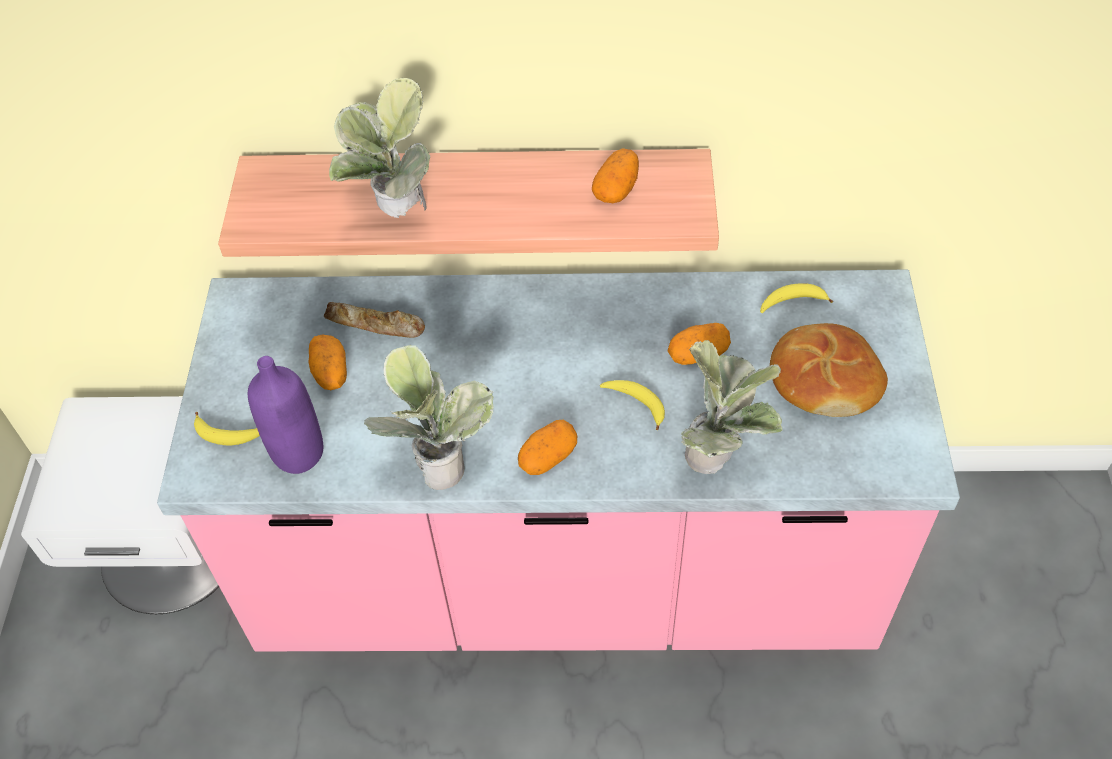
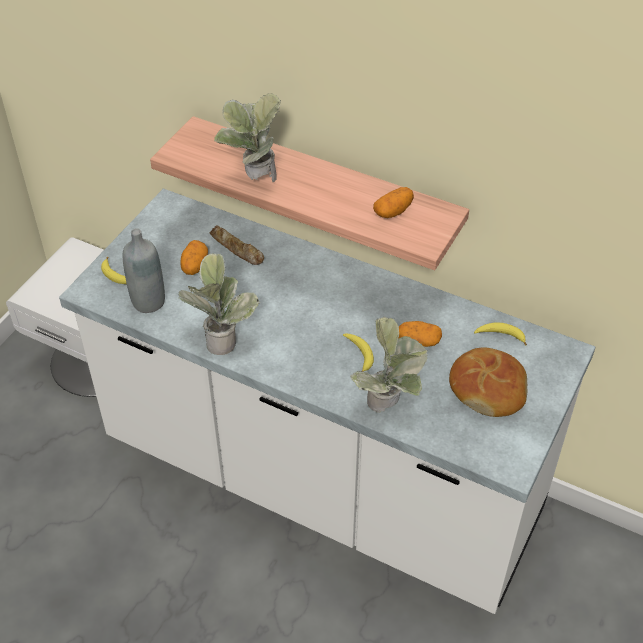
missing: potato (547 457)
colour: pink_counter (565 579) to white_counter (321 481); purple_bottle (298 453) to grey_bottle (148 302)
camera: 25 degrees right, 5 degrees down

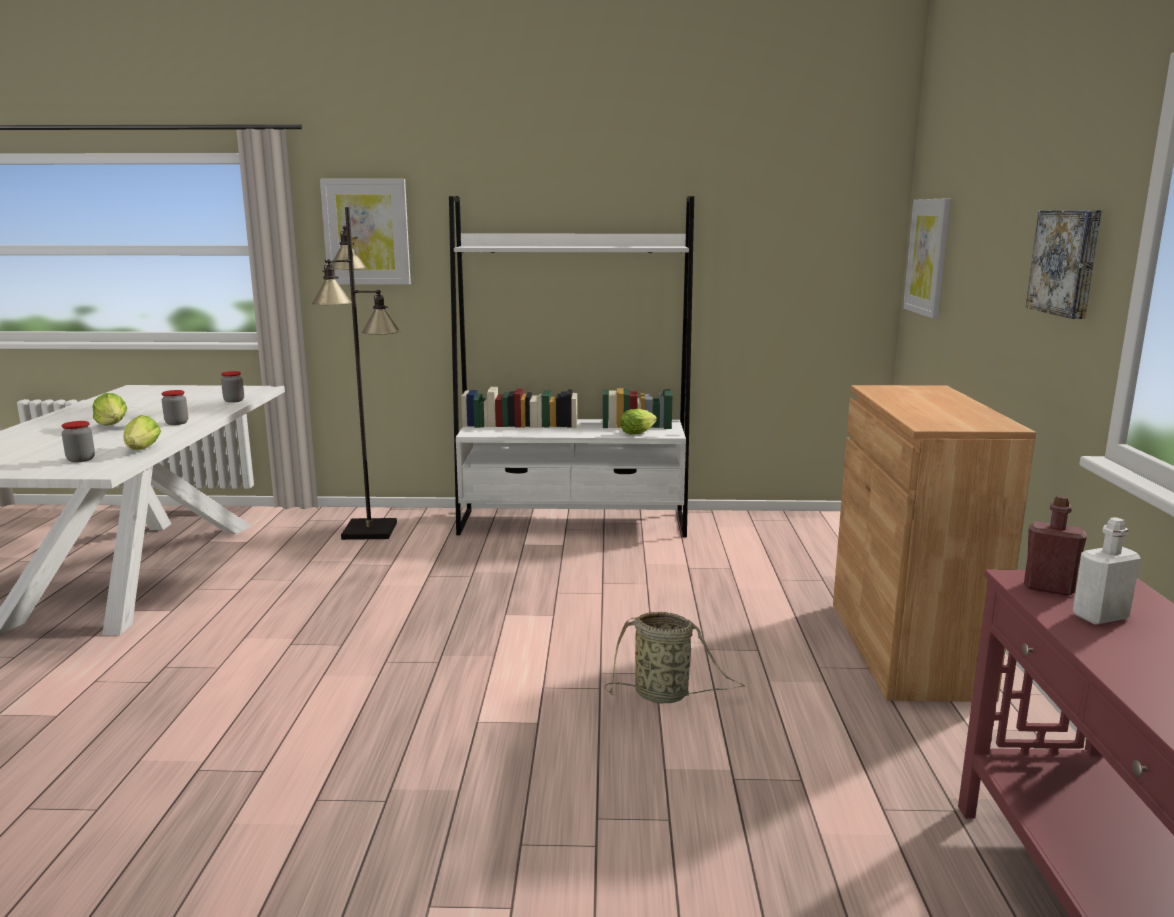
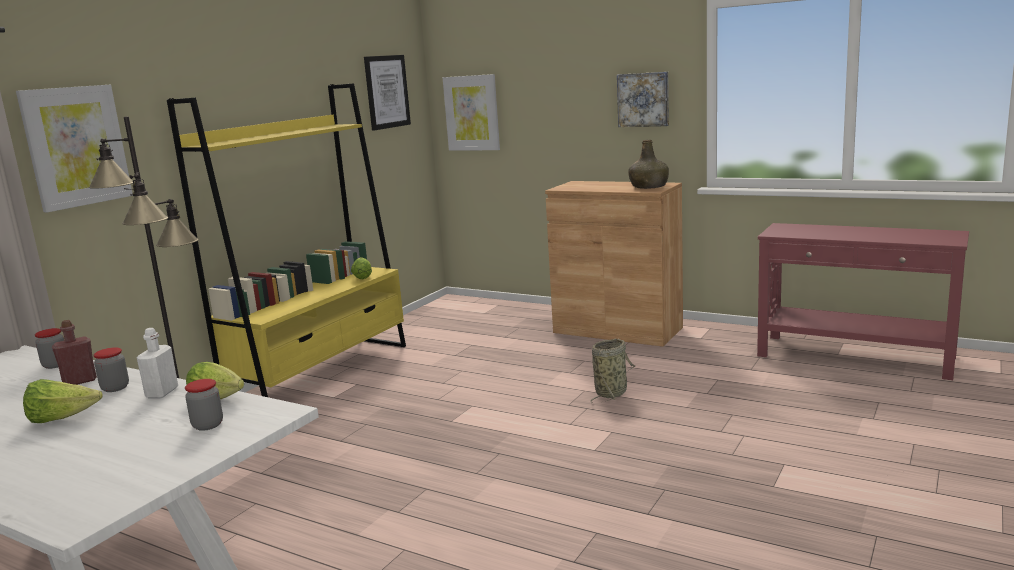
appeared: picture (387 92); green_bottle (649 187)
relocated: red_bottle (1048 588) to (79 381); white_bottle (1100 616) to (162 392)
colour: white_bookcase (573 523) to yellow_bookcase (322 374)
camera: 60 degrees left, 0 degrees up

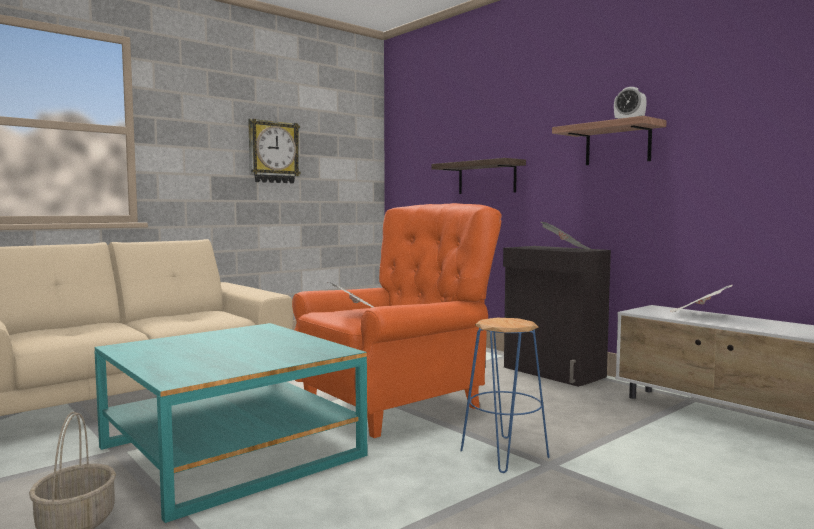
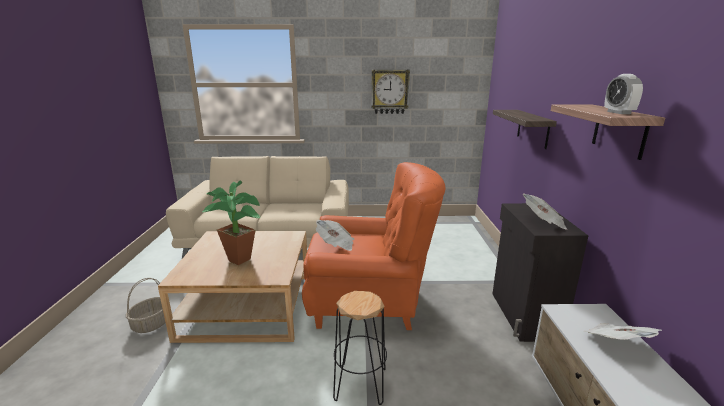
appeared: potted_plant (239 258)
colour: turquoise_coffee_table (231 451) to beige_coffee_table (248 305); blue_stool (505 454) to black_stool (360 384)
camera: 40 degrees right, 15 degrees up

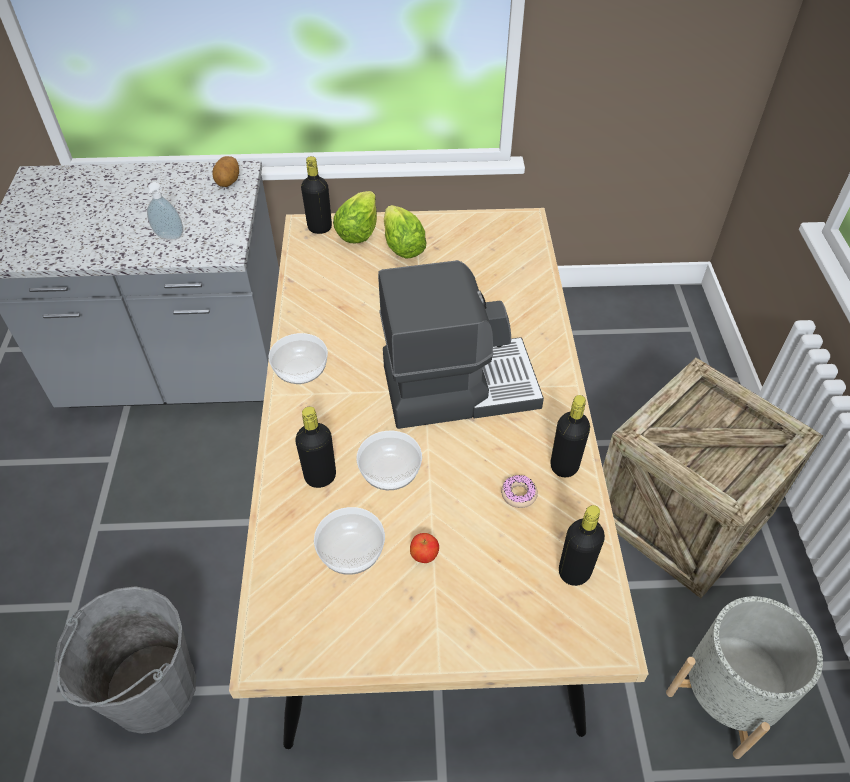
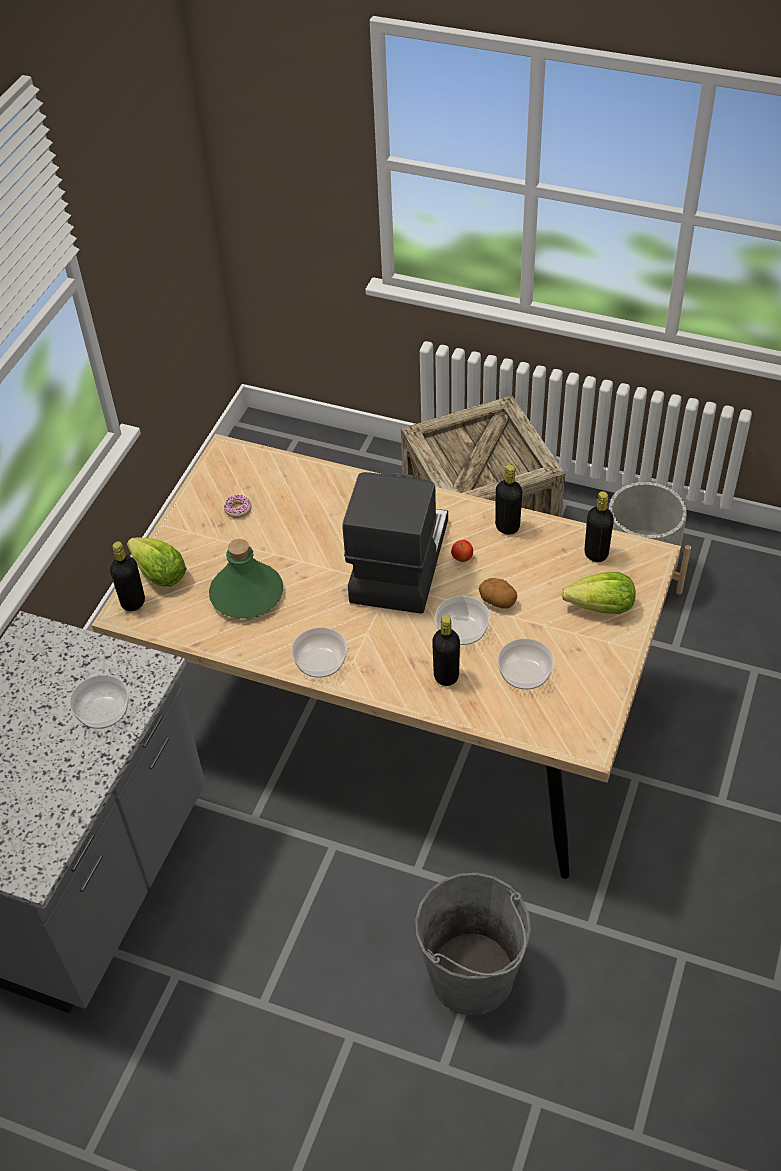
appeared: green_bottle (246 595)
relocated: potato (228 182) to (498 601); lettuce (402 247) to (601 608); apple (424 555) to (462 558); donut (518 494) to (238 509)
exchanged: soap_dispenser (169 237) to bowl (103 711)
camera: 65 degrees left, 0 degrees up

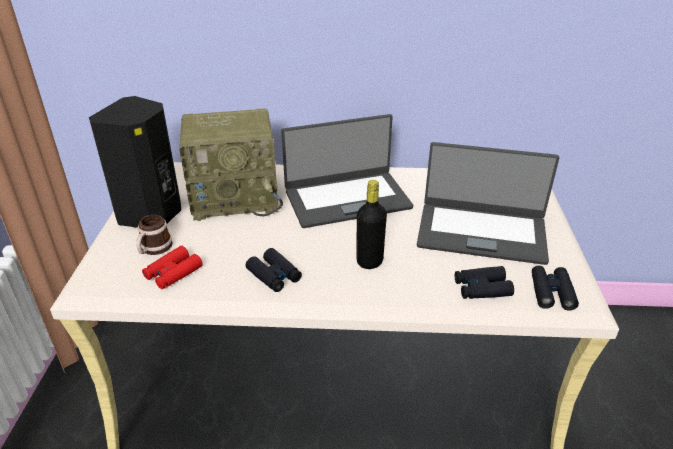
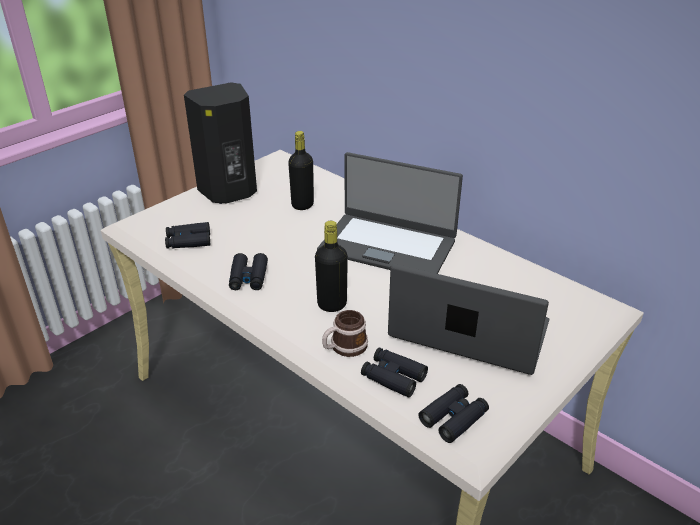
relocated: mug (153 249) to (344 347)
exchanged: radio (236 197) to black_bottle (302 205)
colour: red_binoculars (173 273) to black_binoculars (188 241)
spun: laptop (481 232) = (468 332) 150 degrees clockwise
camera: 40 degrees right, 0 degrees up

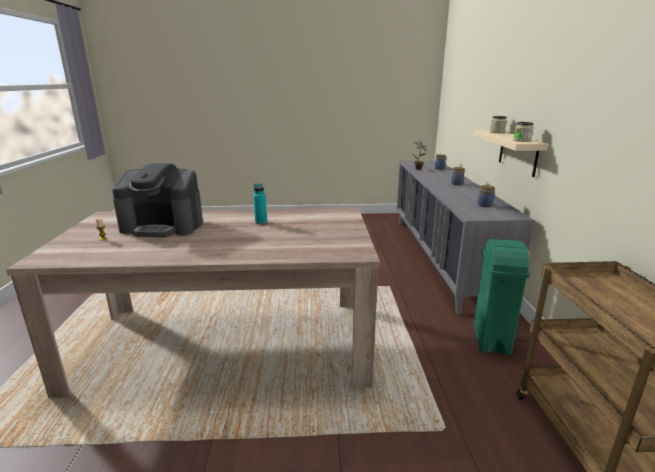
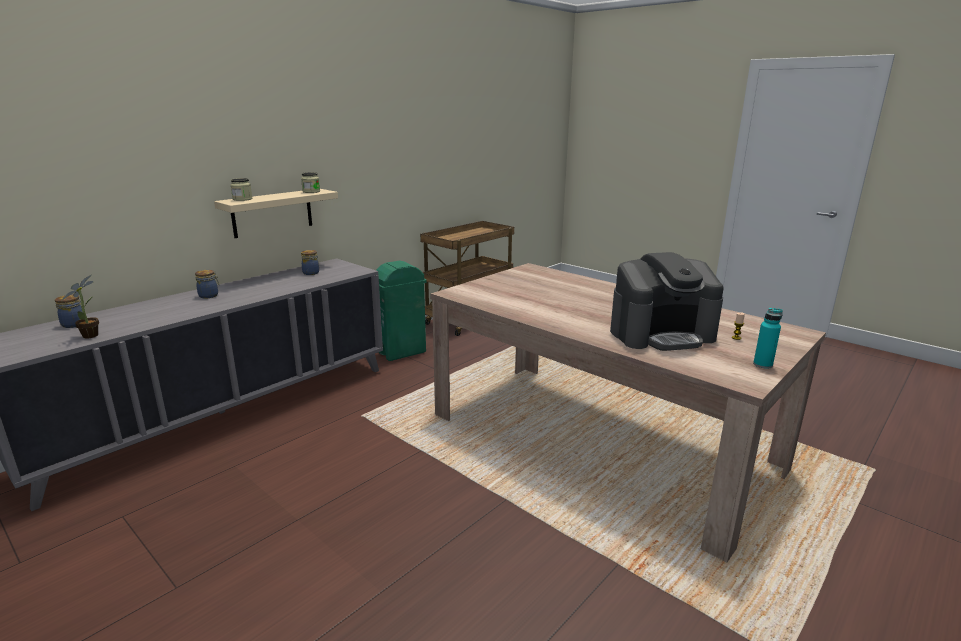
relocated: turquoise_bottle (261 222) to (762 364)
spun: coffee_machine (163 226) = (661 334) 120 degrees clockwise
camera: 135 degrees left, 0 degrees up

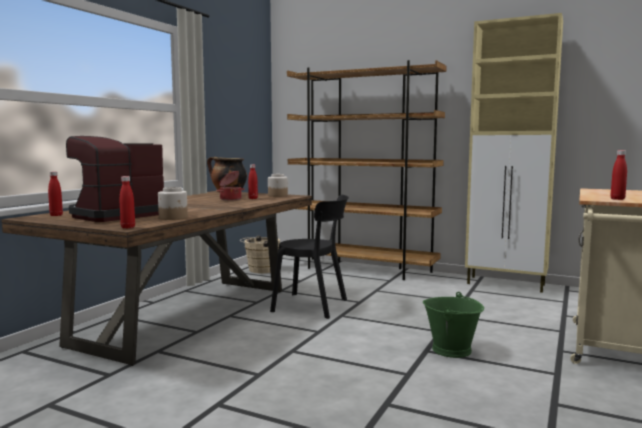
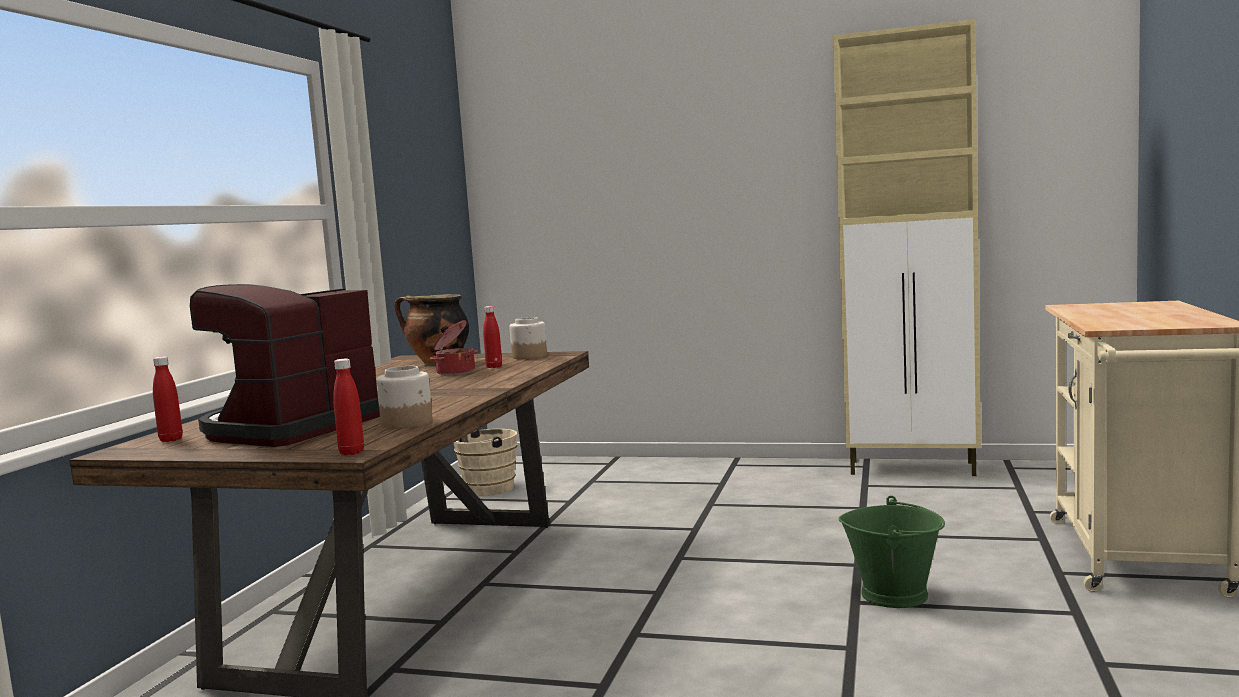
missing: black_chair (313 306); brown_bookcase (362 269); red_bottle (617 199)
camera: 10 degrees left, 0 degrees up

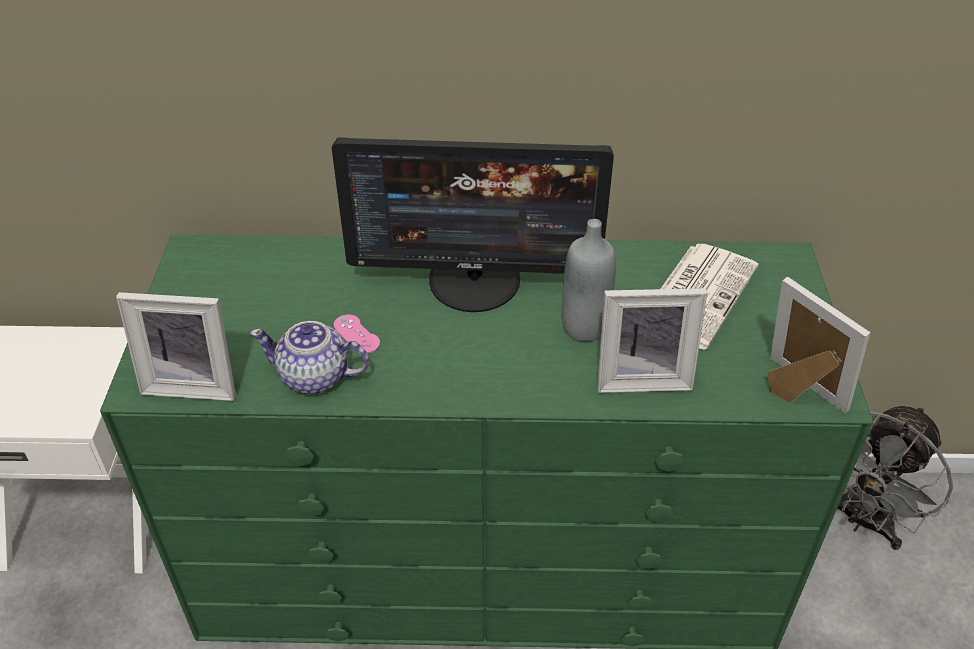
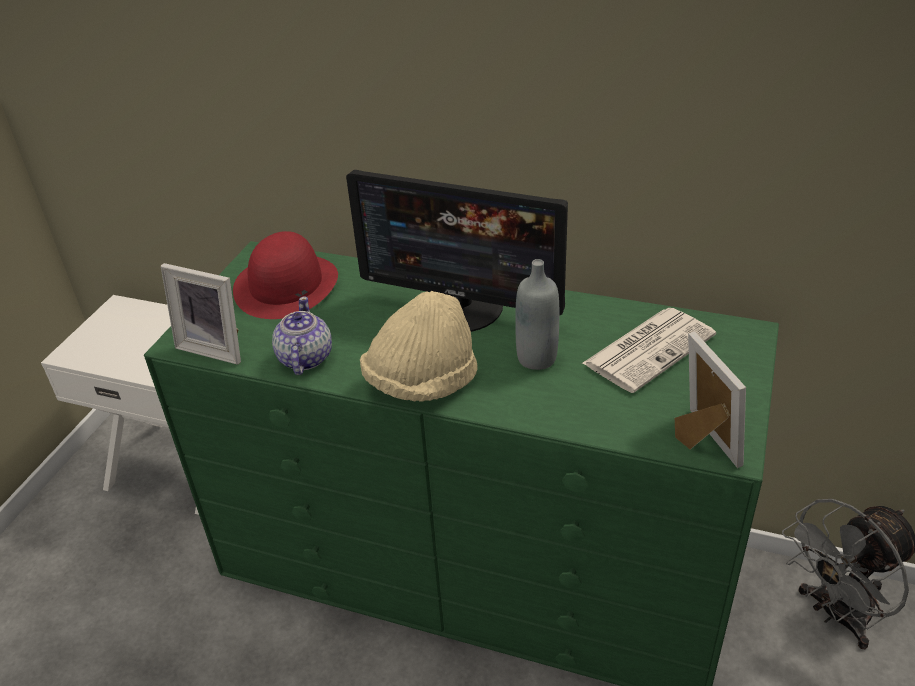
missing: pink_game_controller (356 334); picture_frame (642 376)
appeared: red_hat (286 285); beige_hat (421 382)
spun: teapot (315 377) = (304 358) 60 degrees clockwise
camera: 20 degrees right, 5 degrees down

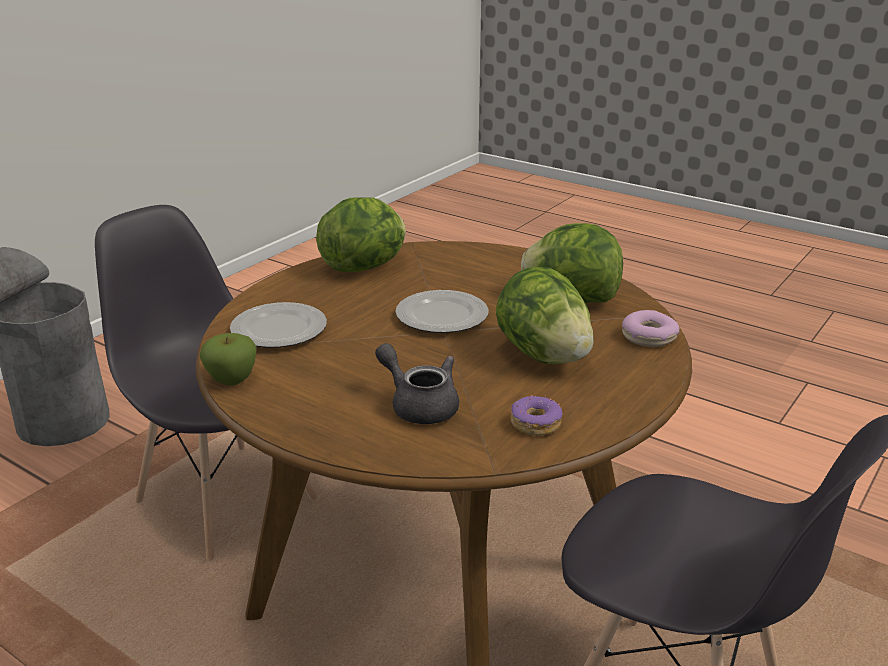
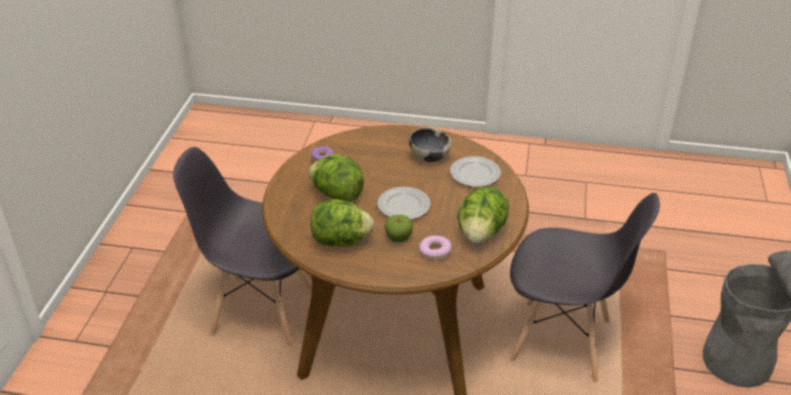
missing: grey_teapot (419 405)
appeared: bowl (429 157)
relocated: apple (231 380) to (398 239); donut (649 337) to (435 252)
camera: 155 degrees right, 10 degrees up

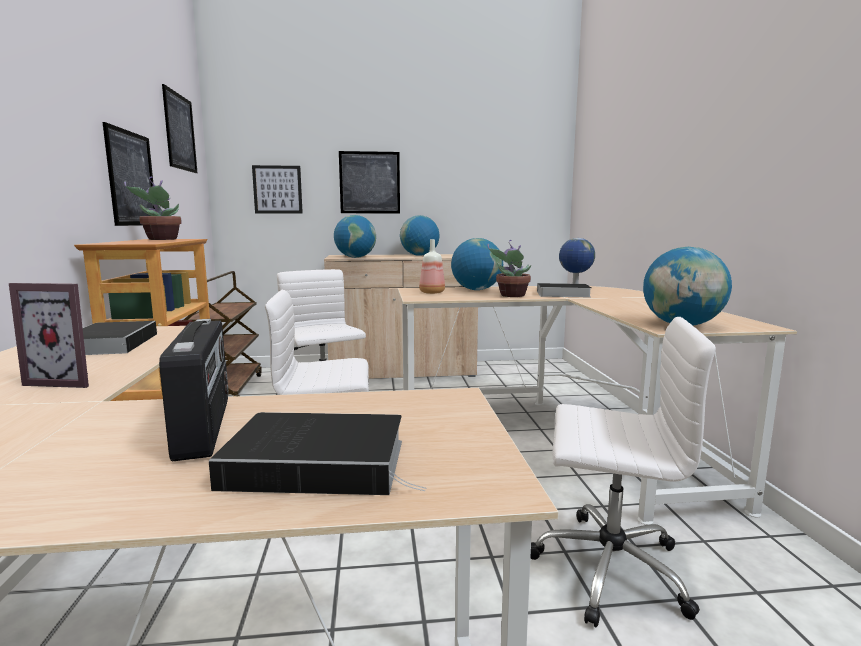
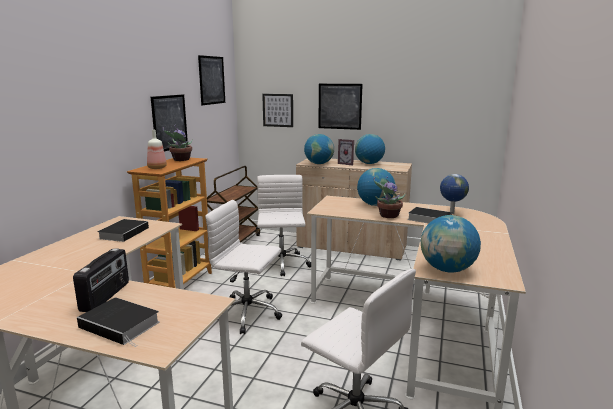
relocated: picture_frame (69 380) to (347 163); bottle (431 293) to (156 168)
camera: 25 degrees right, 5 degrees up

